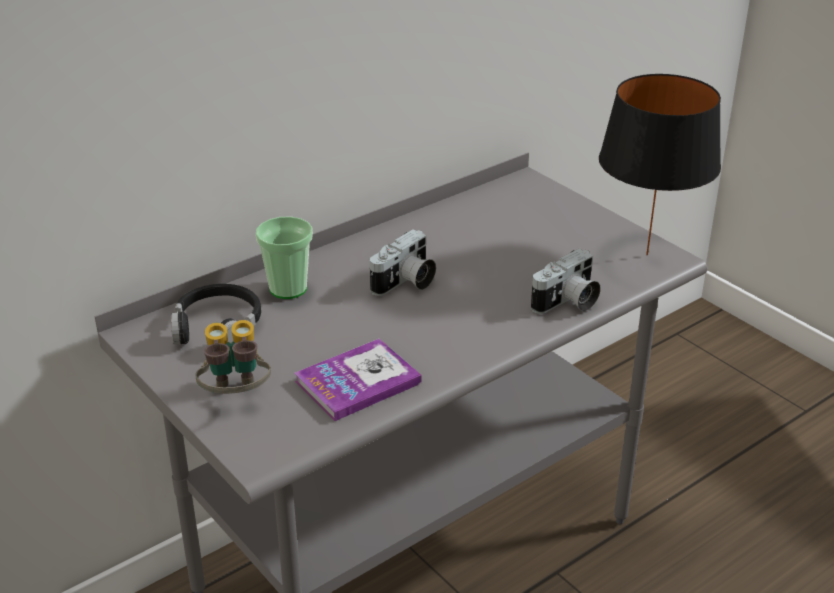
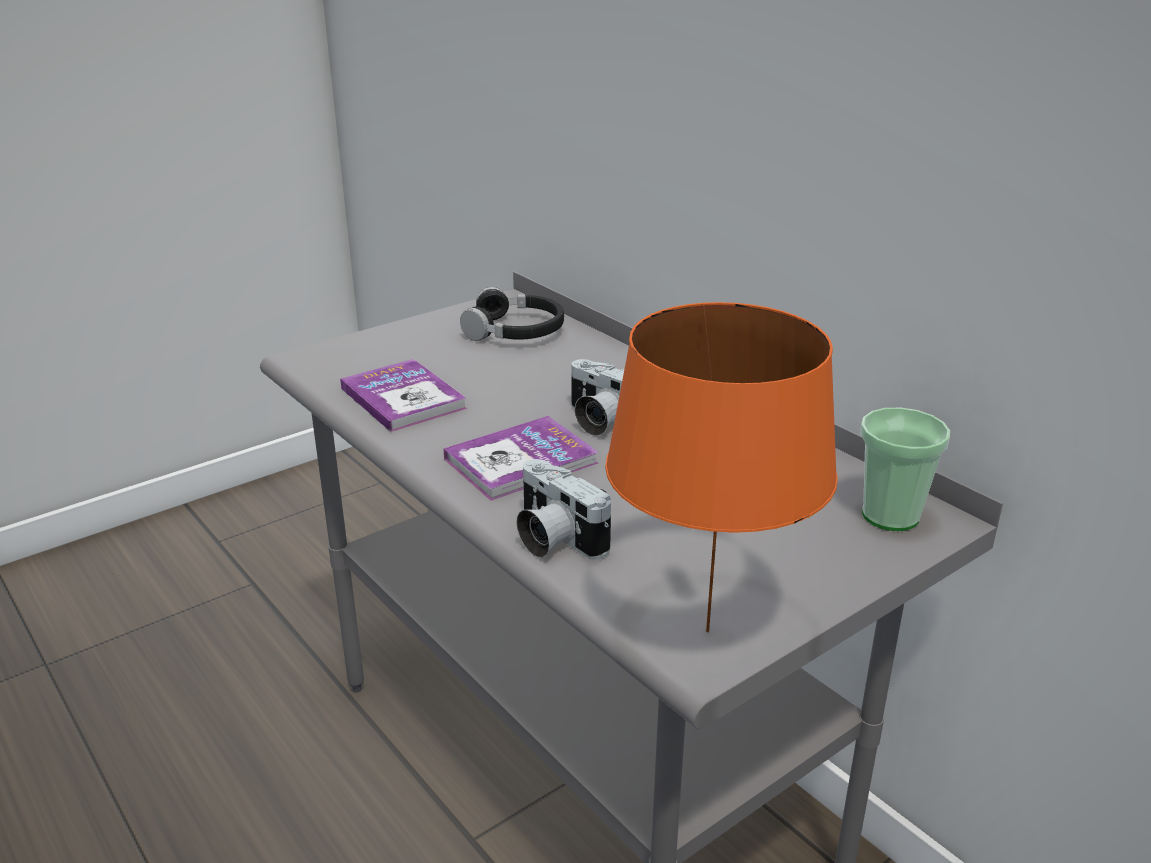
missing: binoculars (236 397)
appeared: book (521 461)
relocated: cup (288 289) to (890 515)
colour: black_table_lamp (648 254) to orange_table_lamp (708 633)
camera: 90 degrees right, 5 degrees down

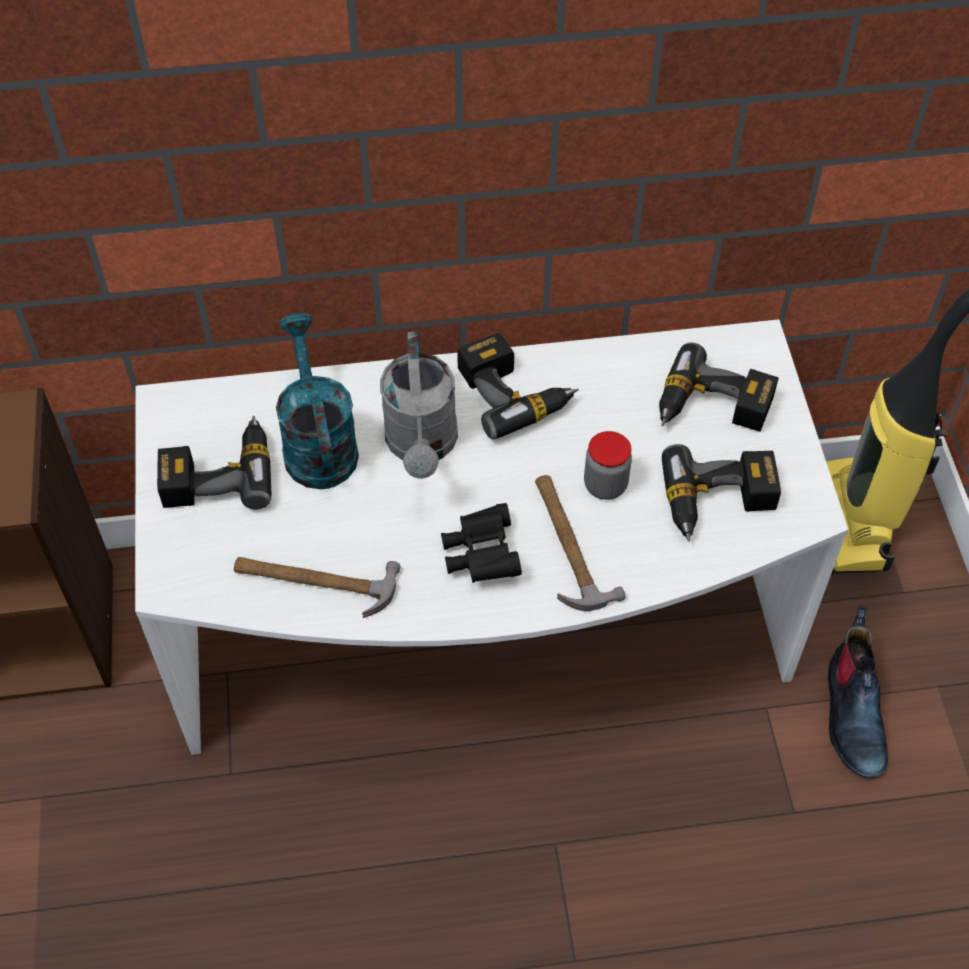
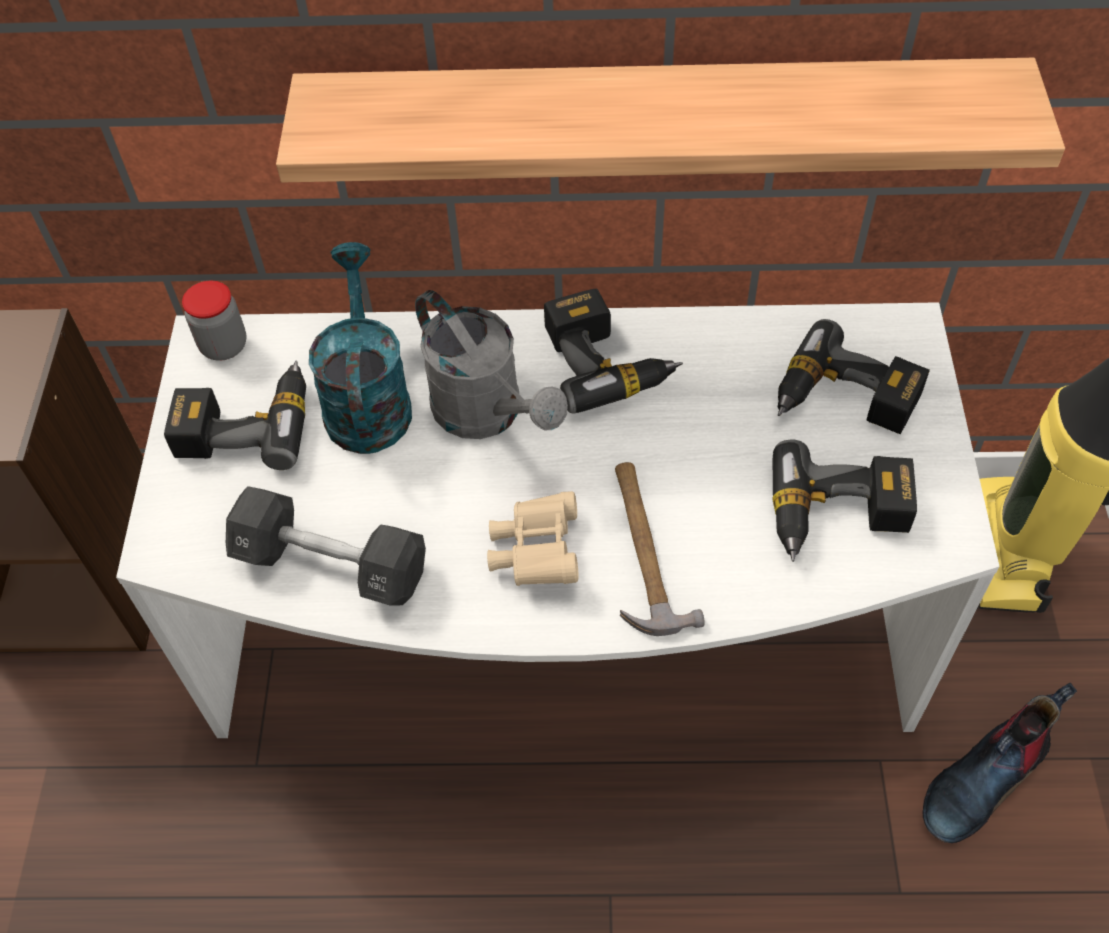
appeared: shelf (658 120)
relocated: jar (605 485) to (224 346)
exchanged: hammer (314 582) to black_dumbbell (331 564)
colour: black_binoculars (481 555) to beige_binoculars (536 552)
spun: grey_watering_can (422 446) = (488 414) 45 degrees counterclockwise; boot (852 714) = (983 780) 45 degrees clockwise
camera: 10 degrees right, 0 degrees up

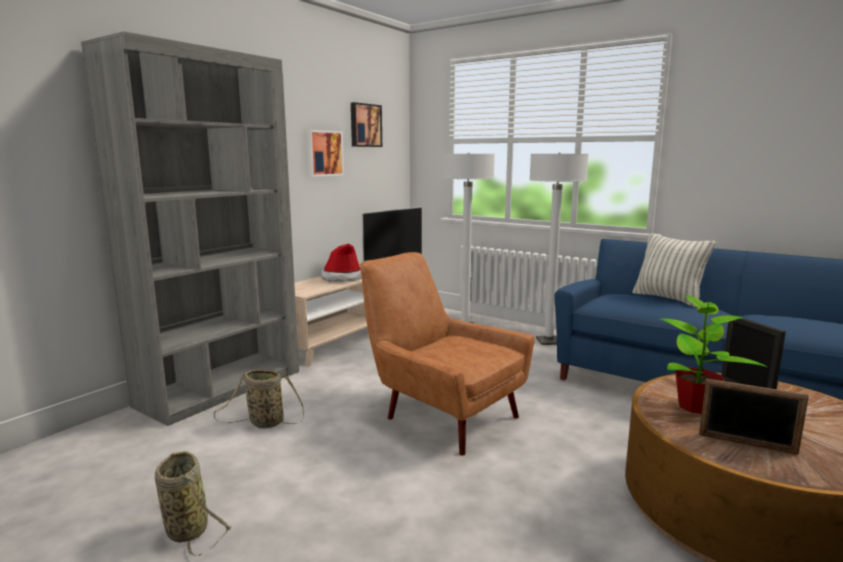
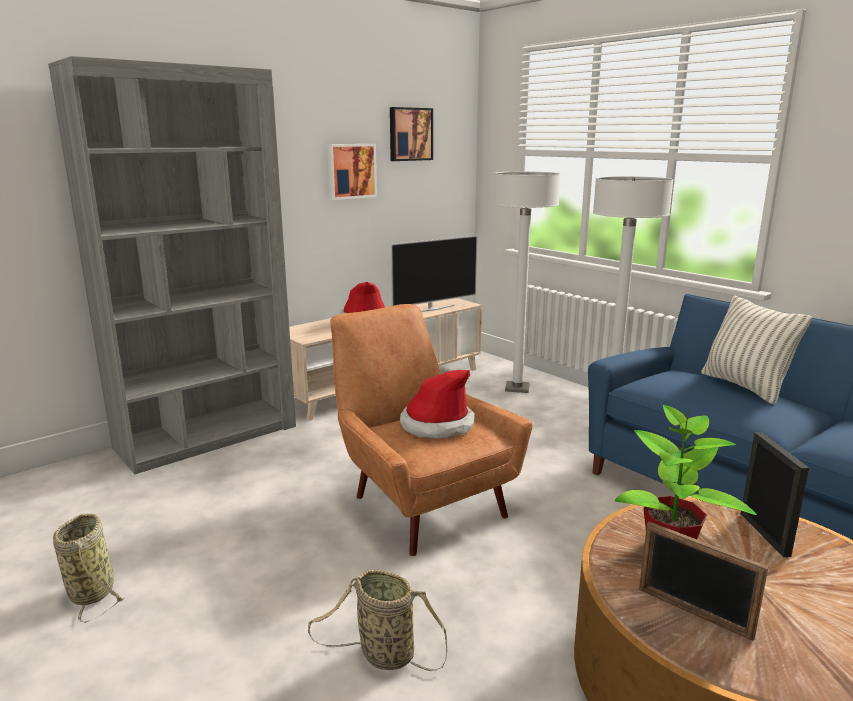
appeared: hat (436 425)
relocated: basket (263 423) to (383 655)
camera: 15 degrees right, 5 degrees up

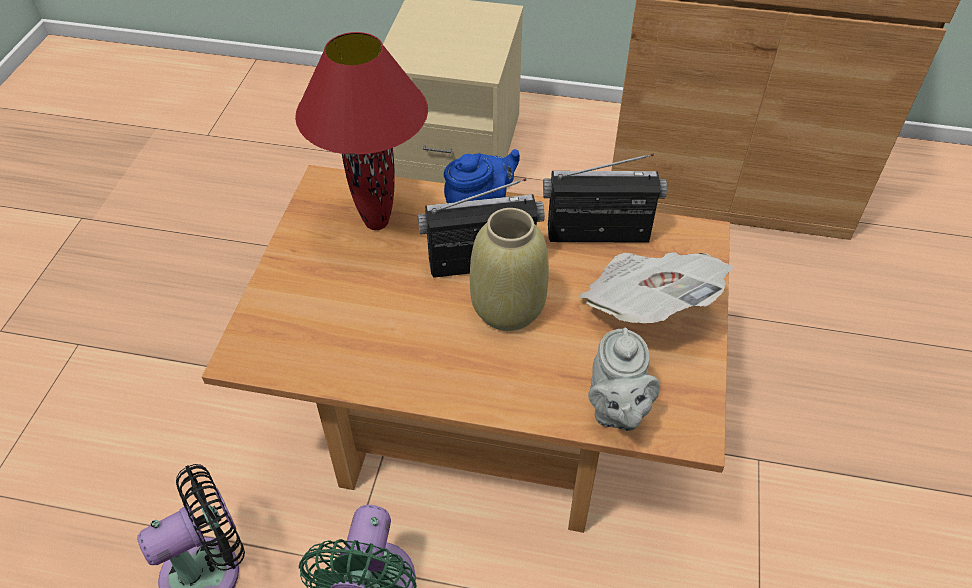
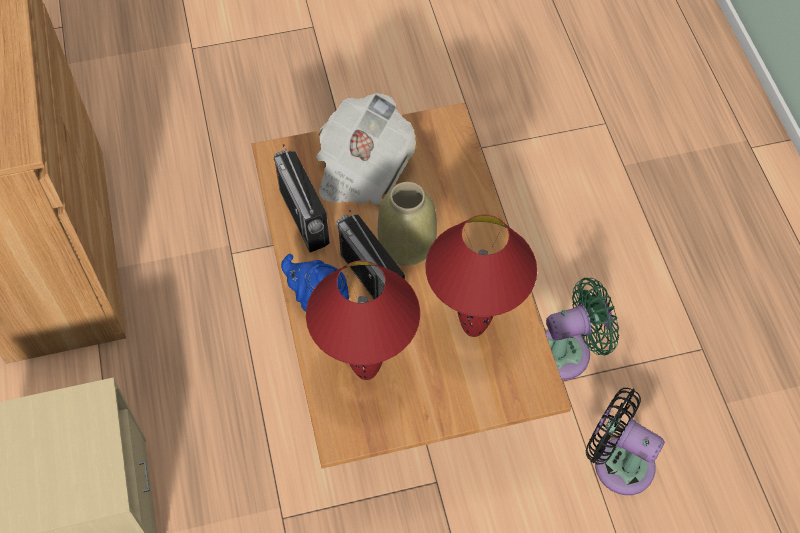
missing: grey_teapot (616 410)
appeared: red_table_lamp (472 328)
camera: 115 degrees left, 10 degrees up

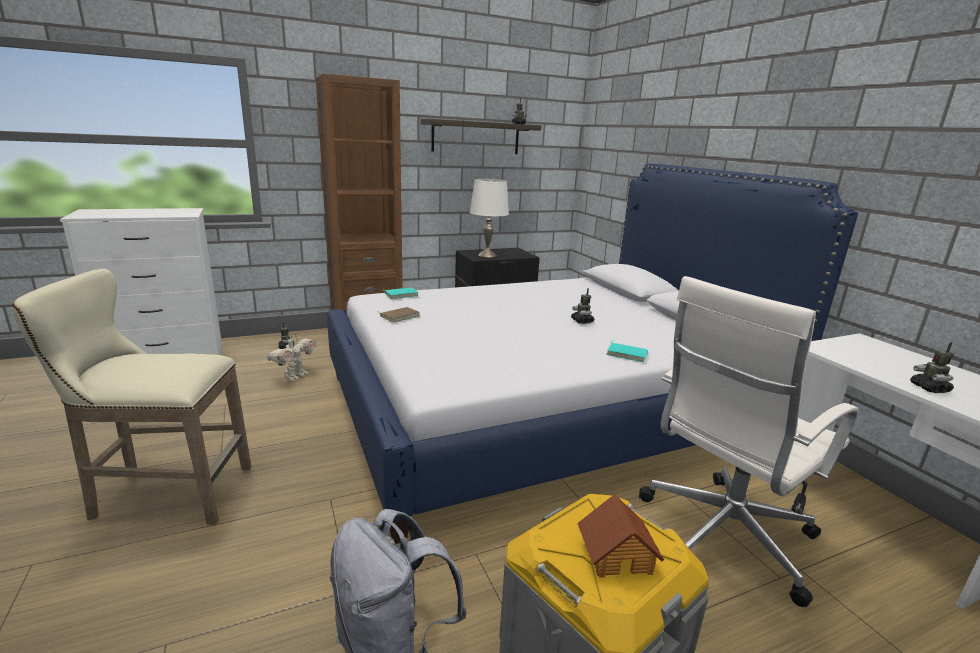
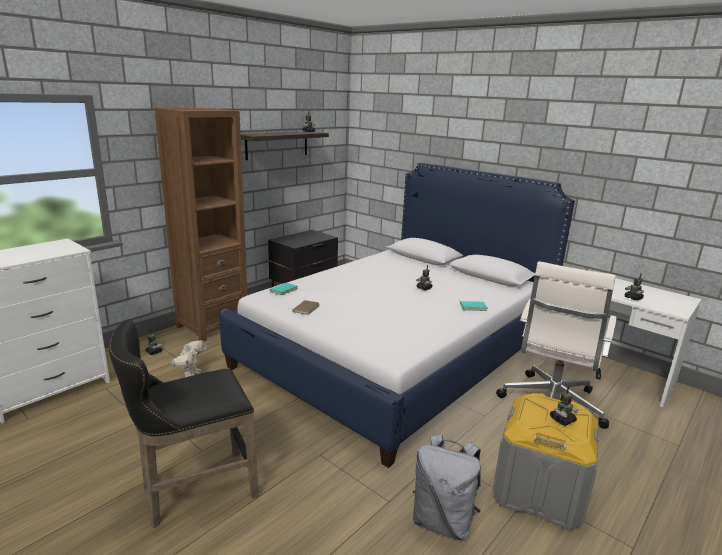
missing: white_table_lamp (487 255)
exchanged: toy_house (616 554) to toy_robot (562 420)
colour: beige_stool (165 493) to black_stool (193 491)
camera: 25 degrees left, 0 degrees up

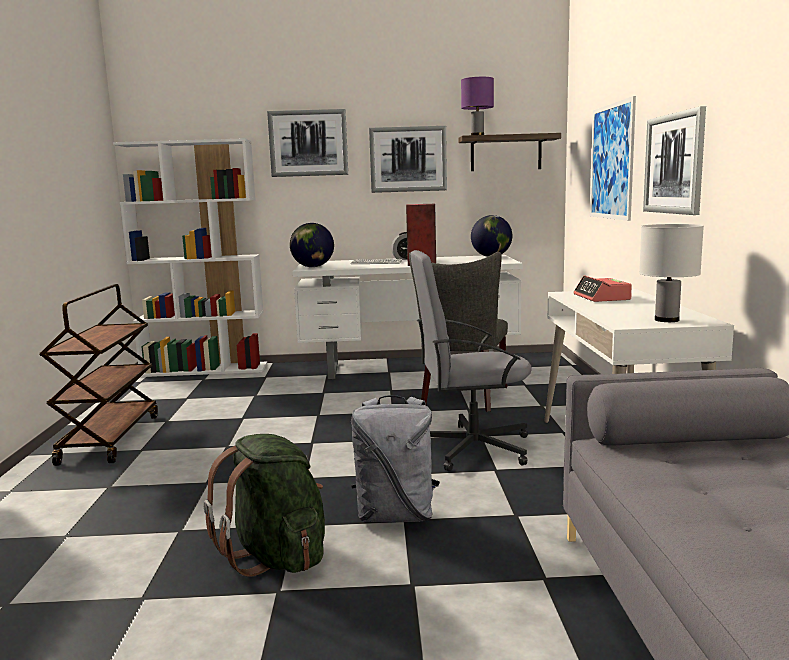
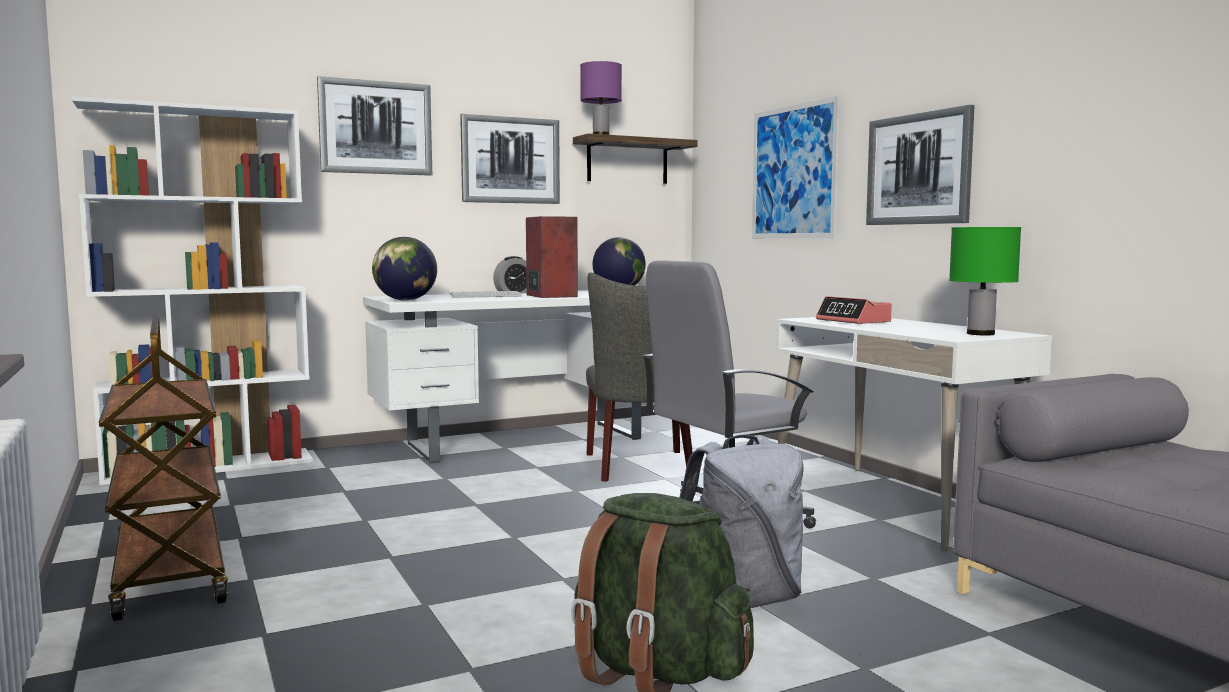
colour: white_table_lamp (667 320) to green_table_lamp (981 334)
camera: 25 degrees left, 5 degrees down

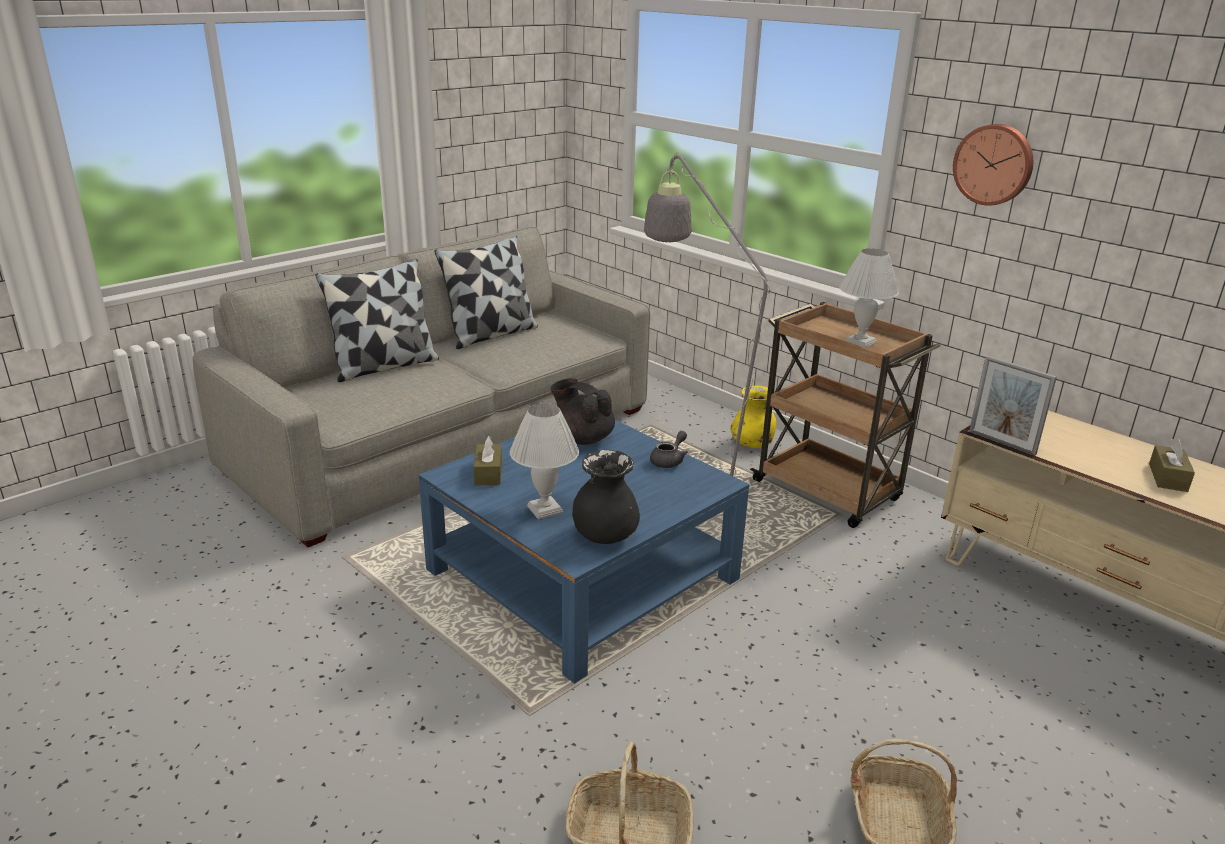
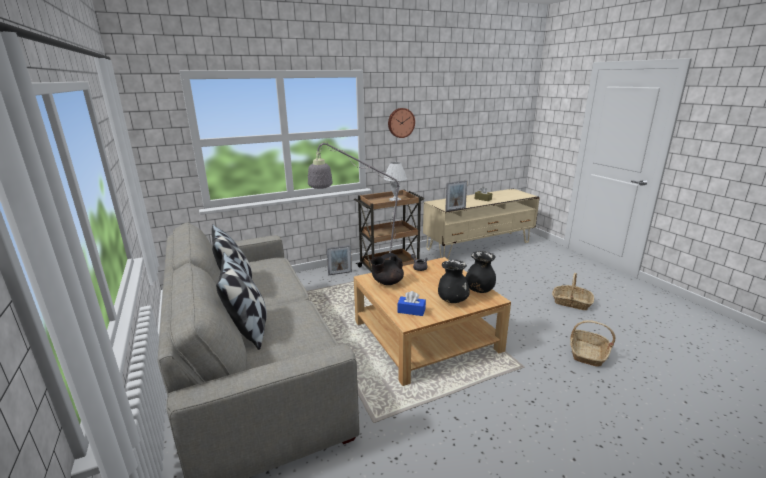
exchanged: white_table_lamp (545 509) to black_vase (452 300); yellow_vase (752 444) to picture_frame (340 273)
colour: blue_coffee_table (582 575) to beige_coffee_table (425 336); brown_tissue_box (488 473) to blue_tissue_box (411 311)
camera: 70 degrees left, 5 degrees down

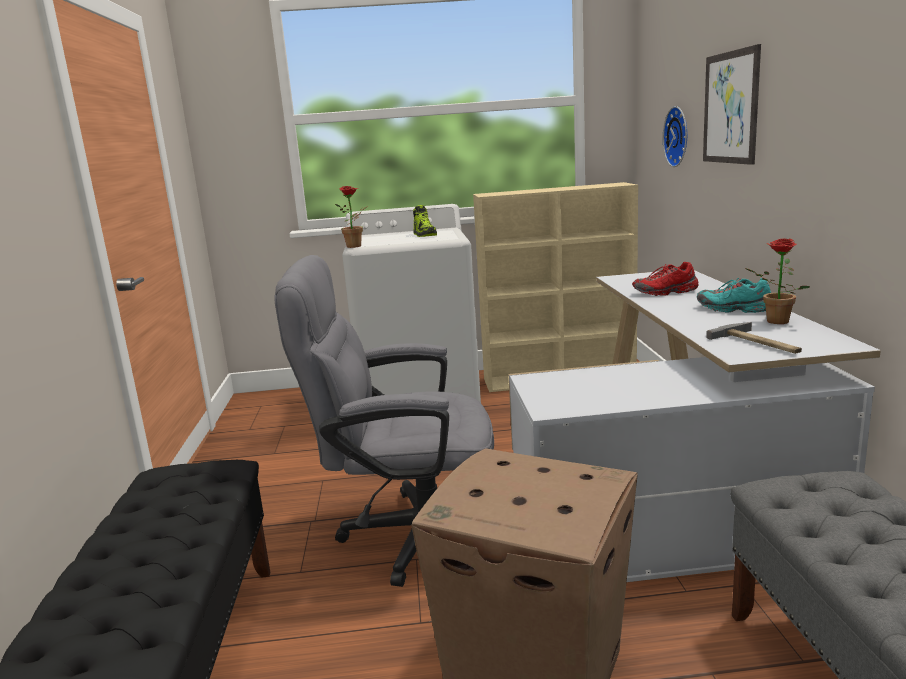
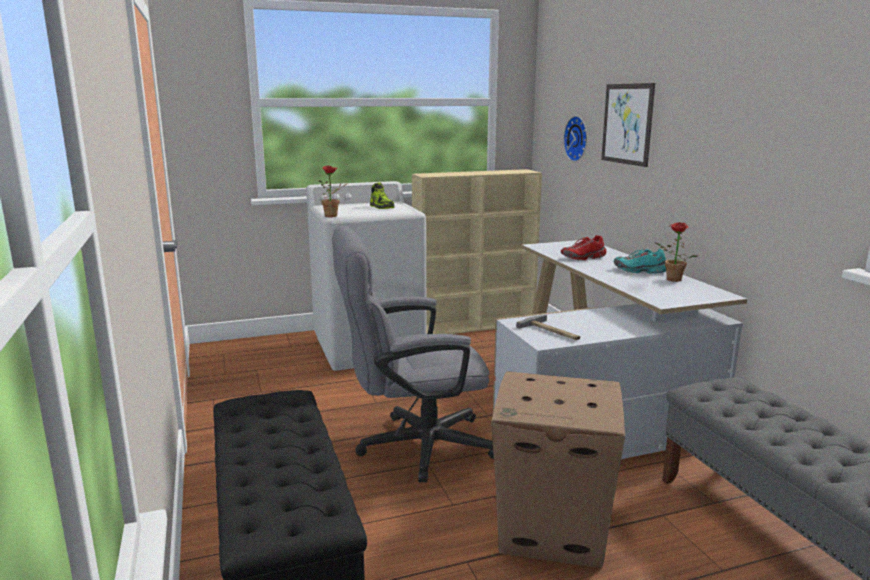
relocated: hammer (760 343) to (553 331)
camera: 15 degrees left, 0 degrees up

